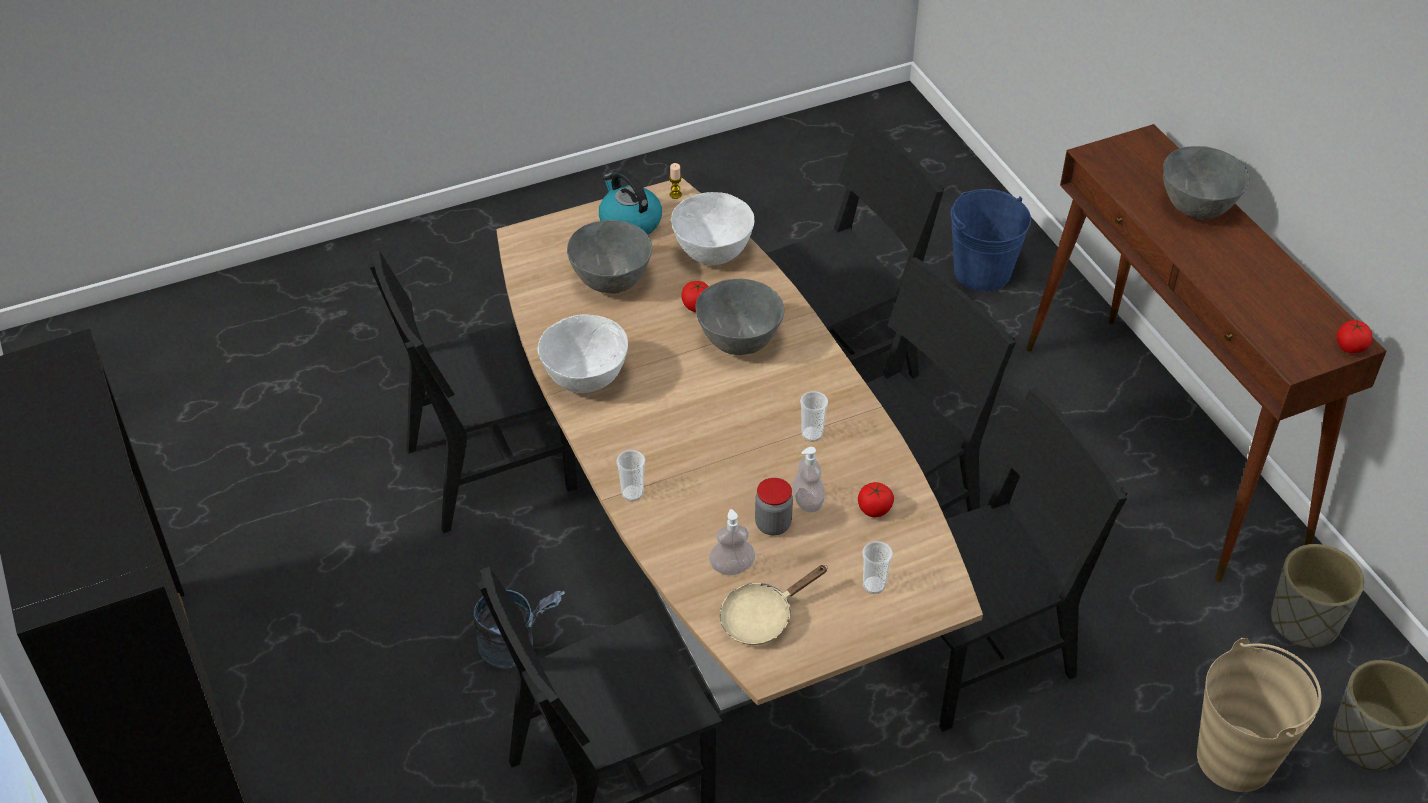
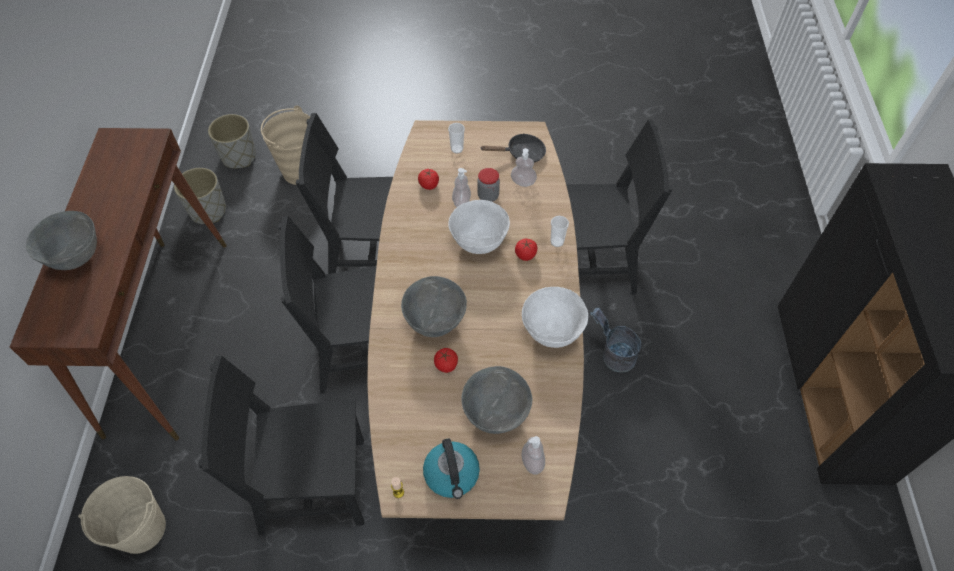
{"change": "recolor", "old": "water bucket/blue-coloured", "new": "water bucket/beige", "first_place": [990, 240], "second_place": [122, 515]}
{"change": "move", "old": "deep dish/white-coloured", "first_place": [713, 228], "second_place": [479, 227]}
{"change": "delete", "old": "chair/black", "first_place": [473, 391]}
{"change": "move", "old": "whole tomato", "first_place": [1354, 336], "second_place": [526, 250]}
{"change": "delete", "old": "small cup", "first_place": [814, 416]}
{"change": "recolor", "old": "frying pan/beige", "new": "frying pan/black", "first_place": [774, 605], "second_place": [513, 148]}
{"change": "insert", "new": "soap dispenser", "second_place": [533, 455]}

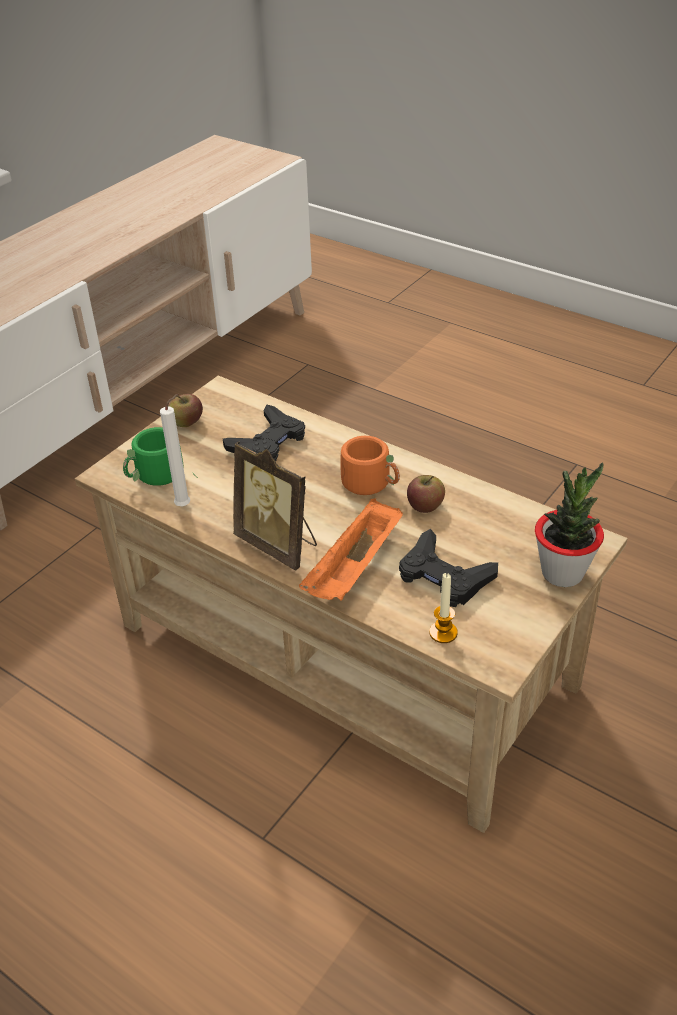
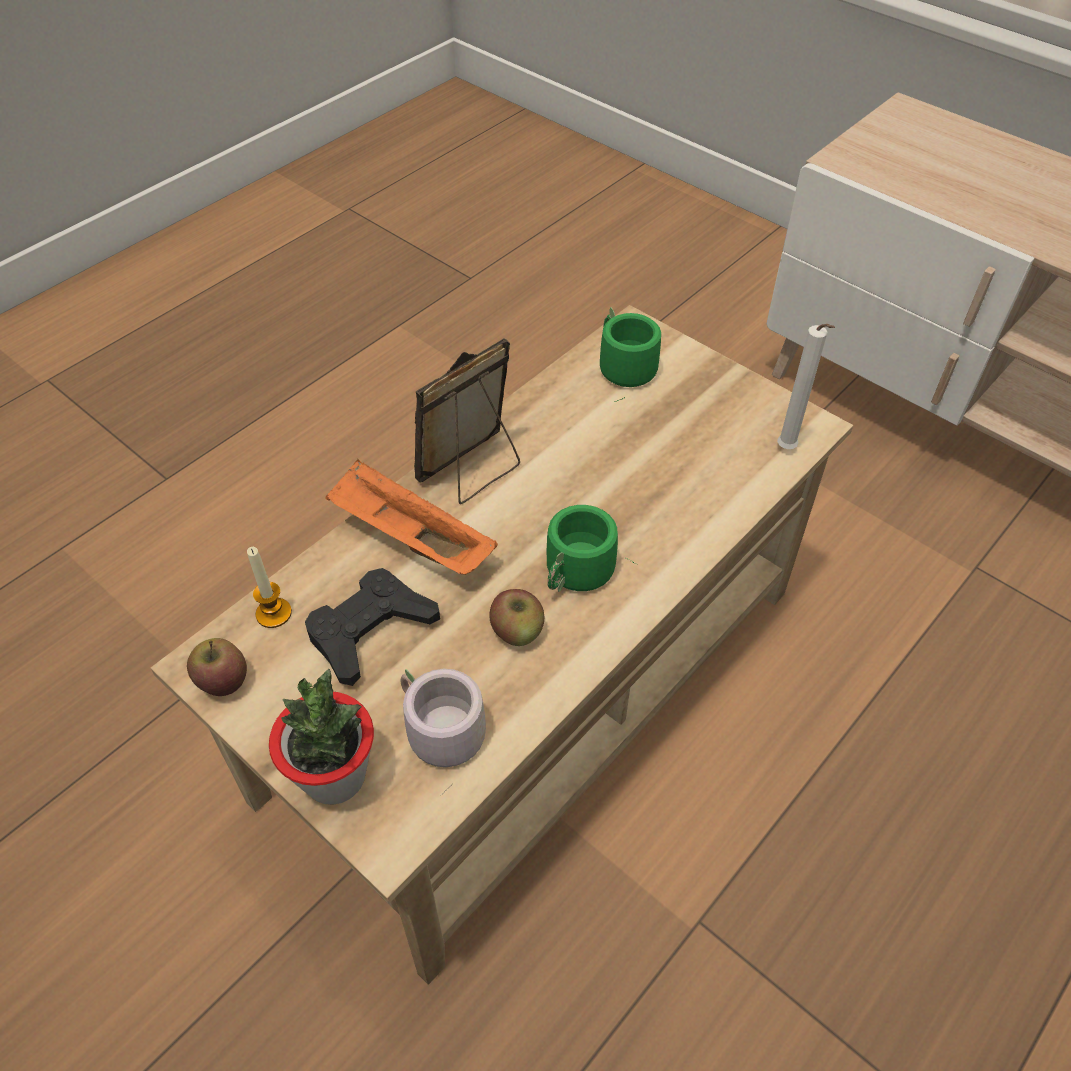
{"change": "move", "old": "wax light/white-coloured", "first_place": [175, 450], "second_place": [806, 386]}
{"change": "move", "old": "apple", "first_place": [186, 410], "second_place": [217, 667]}
{"change": "delete", "old": "game controller/black", "first_place": [264, 433]}
{"change": "recolor", "old": "mug/orangey", "new": "mug/green", "first_place": [370, 465], "second_place": [591, 548]}
{"change": "insert", "new": "mug/grey", "second_place": [443, 732]}

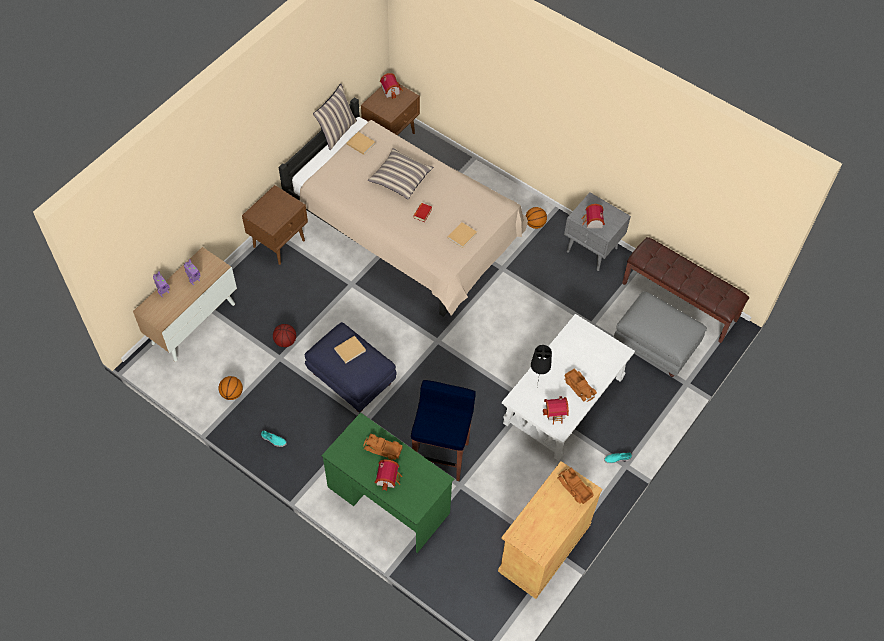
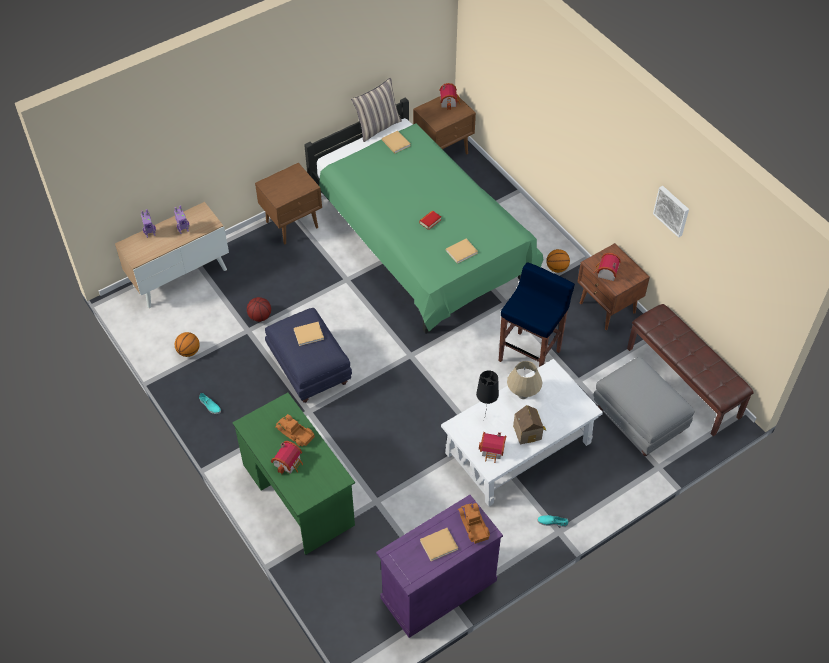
{"change": "recolor", "old": "bedroom bed/beige", "new": "bedroom bed/green", "first_place": [403, 207], "second_place": [424, 215]}
{"change": "delete", "old": "throw pillow", "first_place": [400, 174]}
{"change": "recolor", "old": "bedside table/grey", "new": "bedside table/brown", "first_place": [597, 231], "second_place": [613, 286]}
{"change": "replace", "old": "toy truck", "new": "miniature house", "first_place": [580, 385], "second_place": [529, 425]}
{"change": "move", "old": "stool seat/blue-coloured", "first_place": [443, 430], "second_place": [537, 314]}
{"change": "recolor", "old": "storage cabinet/beige", "new": "storage cabinet/purple-coloured", "first_place": [550, 530], "second_place": [439, 566]}
{"change": "insert", "new": "wall art", "second_place": [671, 212]}
{"change": "insert", "new": "lamp for a table/beige", "second_place": [525, 380]}
{"change": "insert", "new": "bound book/beige", "second_place": [439, 544]}

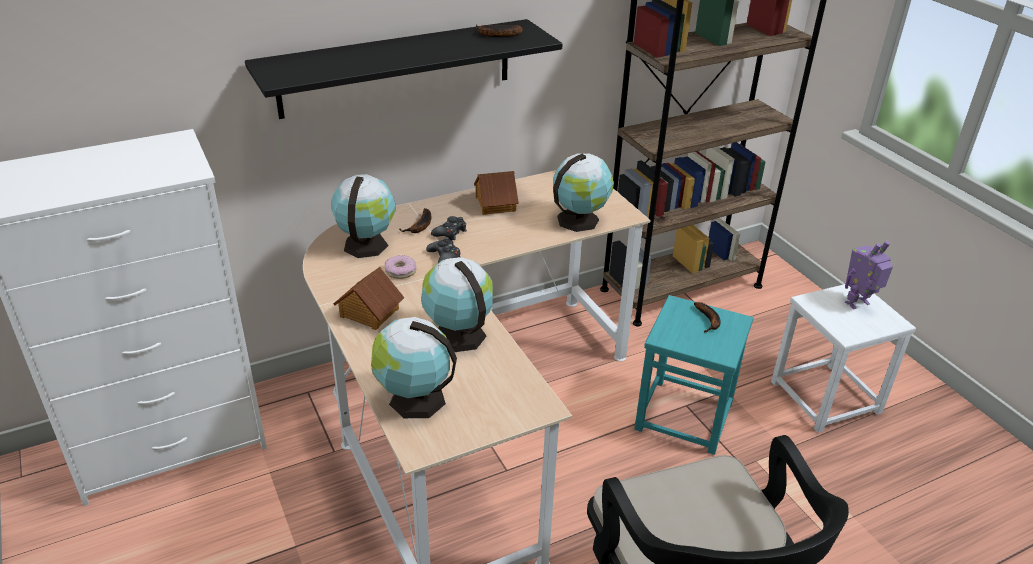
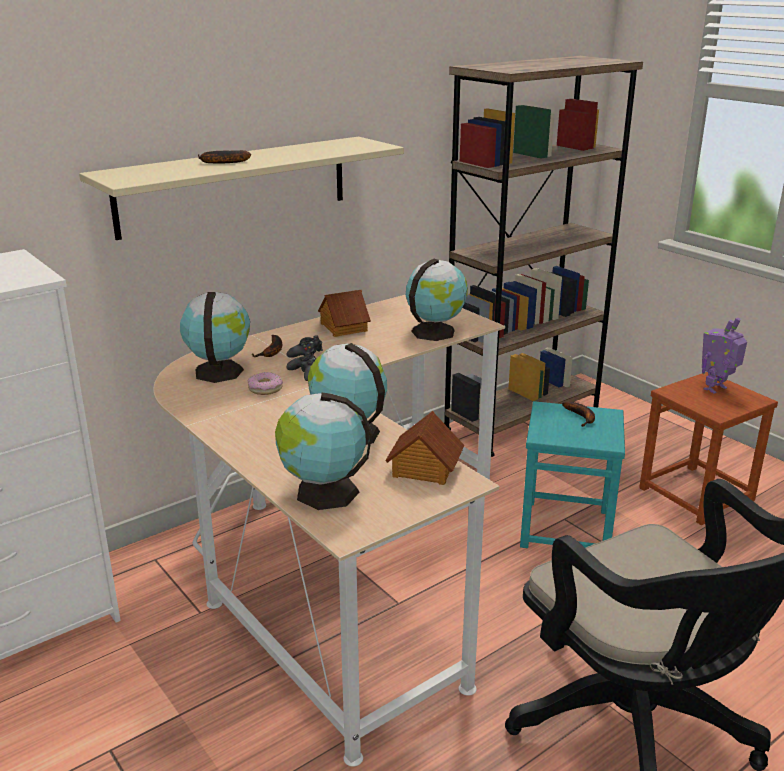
{"change": "recolor", "old": "bracket shelf/black", "new": "bracket shelf/beige", "first_place": [403, 69], "second_place": [241, 188]}
{"change": "move", "old": "whole banana", "first_place": [499, 30], "second_place": [224, 156]}
{"change": "move", "old": "miniature house", "first_place": [368, 298], "second_place": [424, 448]}
{"change": "recolor", "old": "stool seat/white-coloured", "new": "stool seat/brown", "first_place": [843, 358], "second_place": [708, 448]}

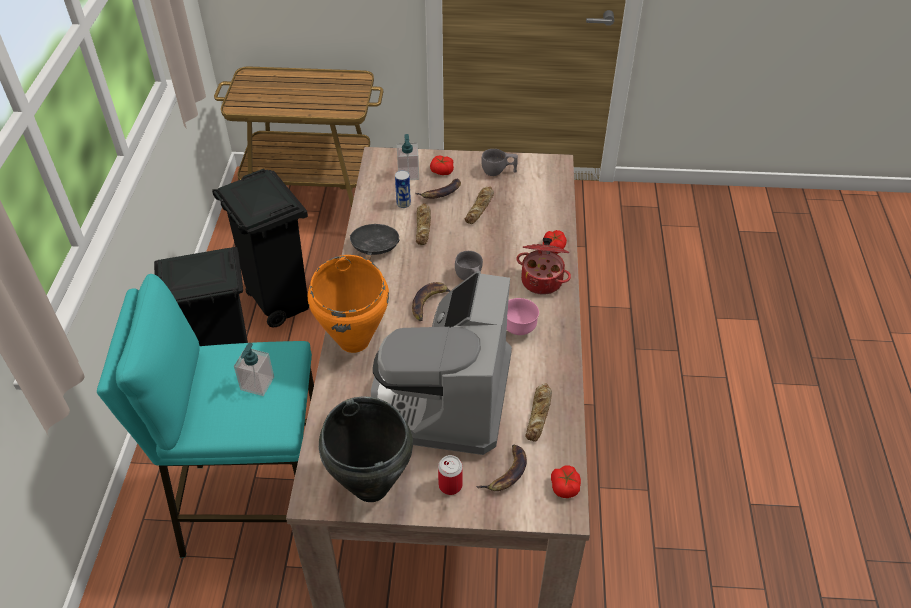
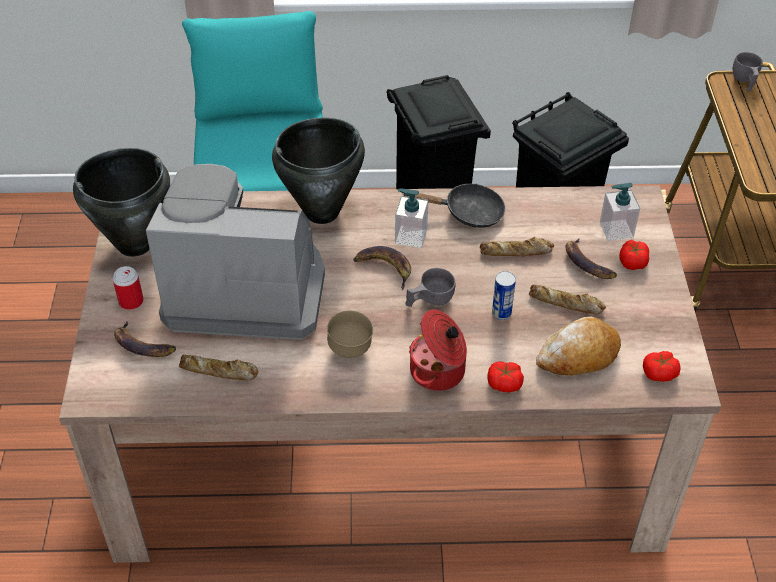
{"change": "move", "old": "small cup/grey", "first_place": [499, 162], "second_place": [748, 72]}
{"change": "move", "old": "can", "first_place": [403, 189], "second_place": [504, 295]}
{"change": "recolor", "old": "saucepot/orangey", "new": "saucepot/black", "first_place": [348, 304], "second_place": [318, 171]}
{"change": "recolor", "old": "deep dish/pink", "new": "deep dish/brown", "first_place": [523, 316], "second_place": [350, 334]}
{"change": "move", "old": "soap dispenser", "first_place": [254, 369], "second_place": [411, 218]}
{"change": "move", "old": "whole tomato", "first_place": [566, 481], "second_place": [661, 366]}
{"change": "insert", "new": "bakery bread", "second_place": [578, 346]}

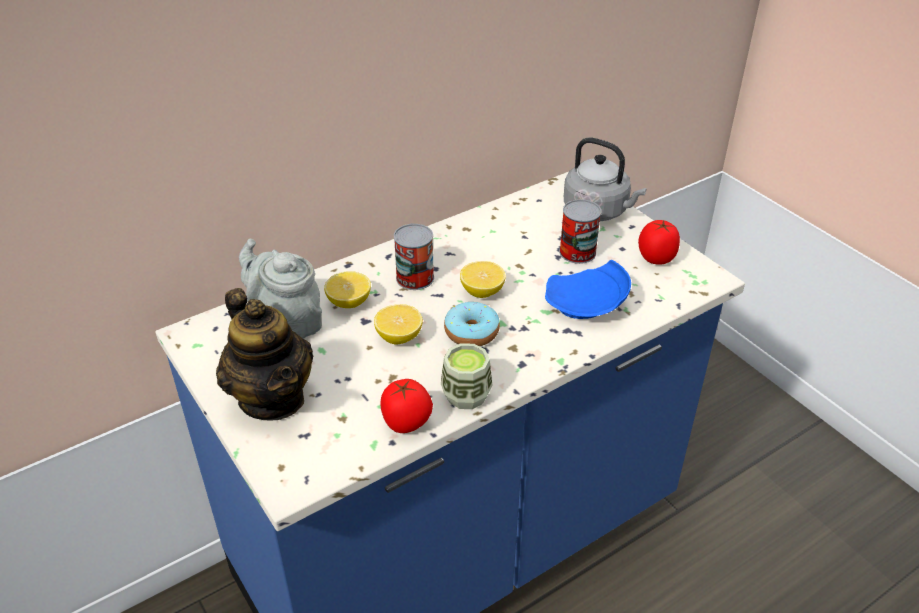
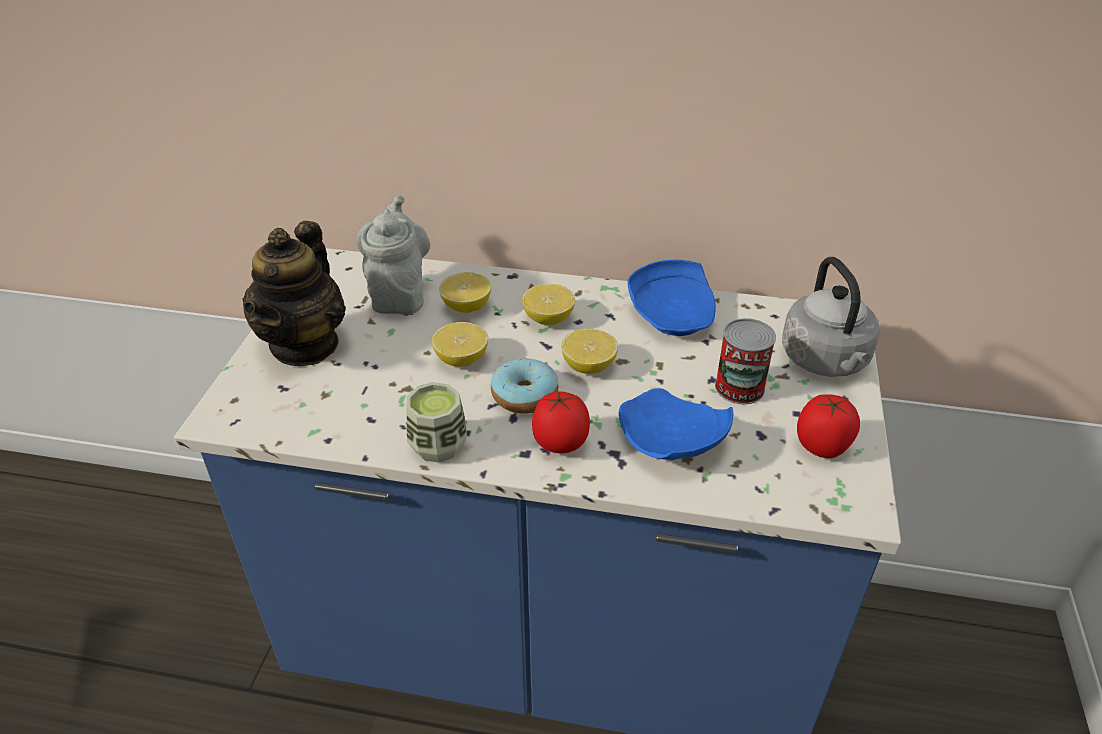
{"change": "replace", "old": "can", "new": "citrus fruit", "first_place": [414, 257], "second_place": [548, 304]}
{"change": "move", "old": "whole tomato", "first_place": [406, 406], "second_place": [561, 422]}
{"change": "insert", "new": "dinner plate/blue-coloured", "second_place": [672, 298]}

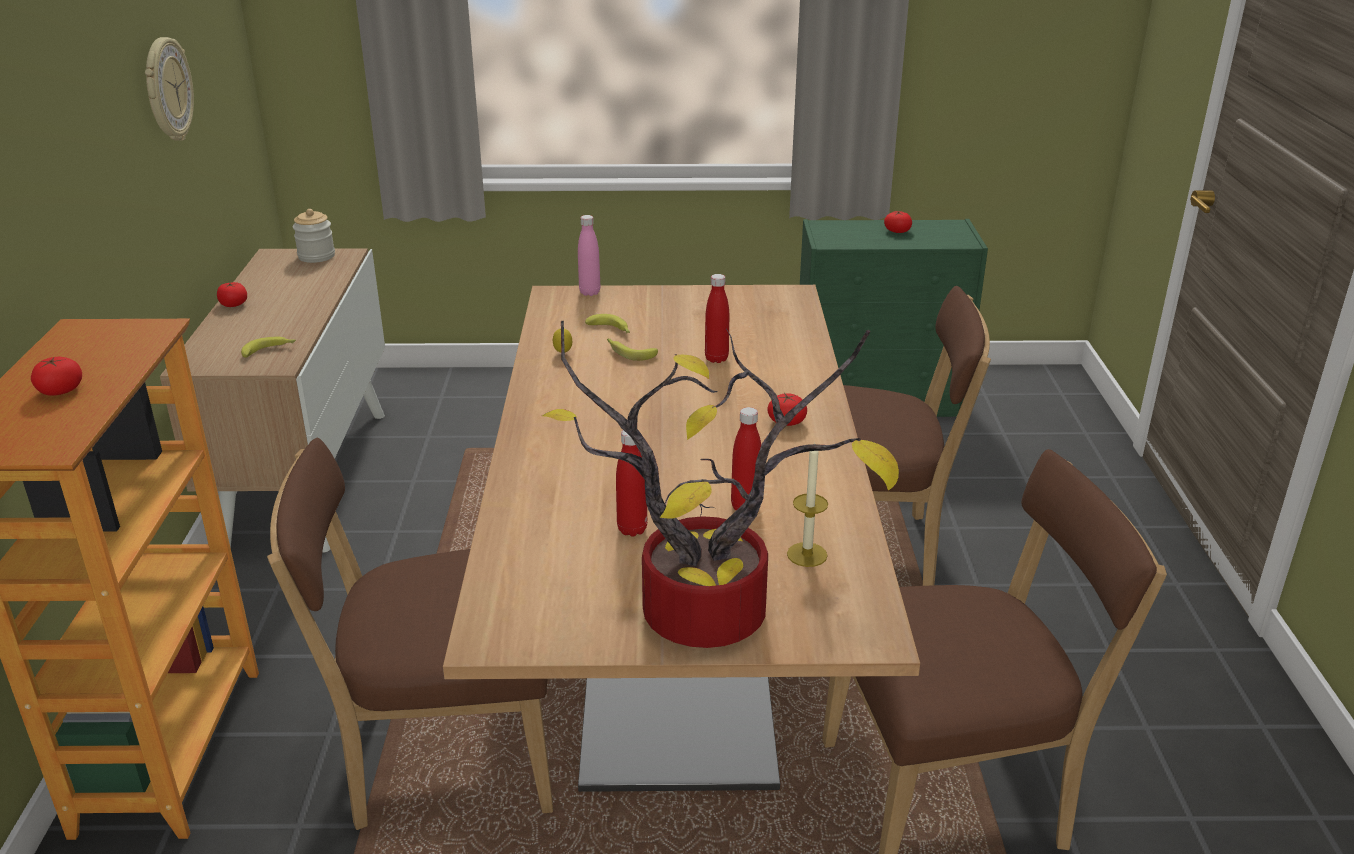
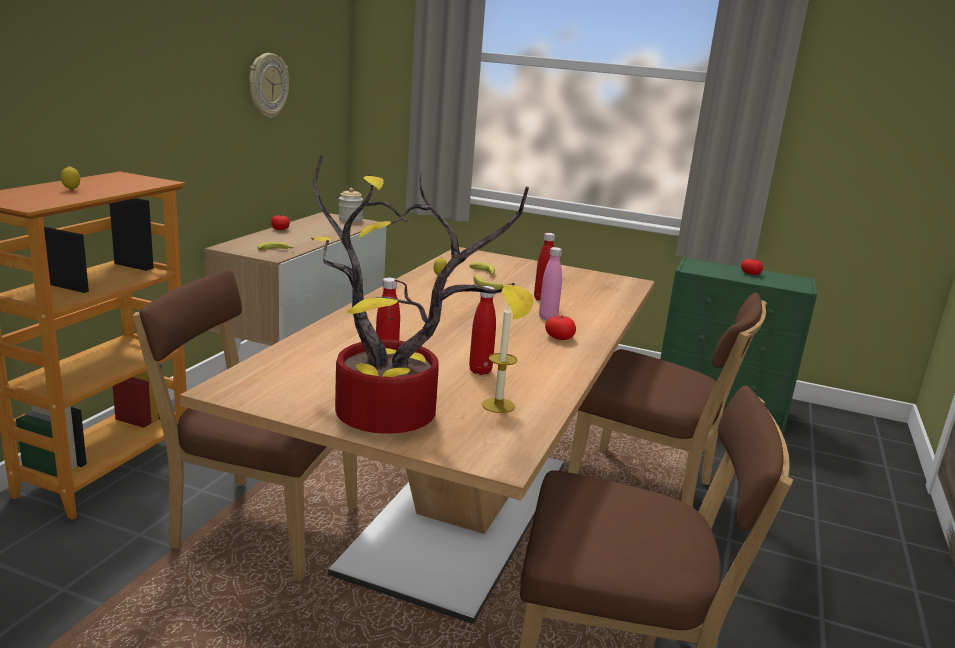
{"change": "move", "old": "beverage bottle/pink", "first_place": [589, 255], "second_place": [550, 284]}
{"change": "replace", "old": "whole tomato", "new": "citrus fruit", "first_place": [56, 376], "second_place": [70, 178]}

